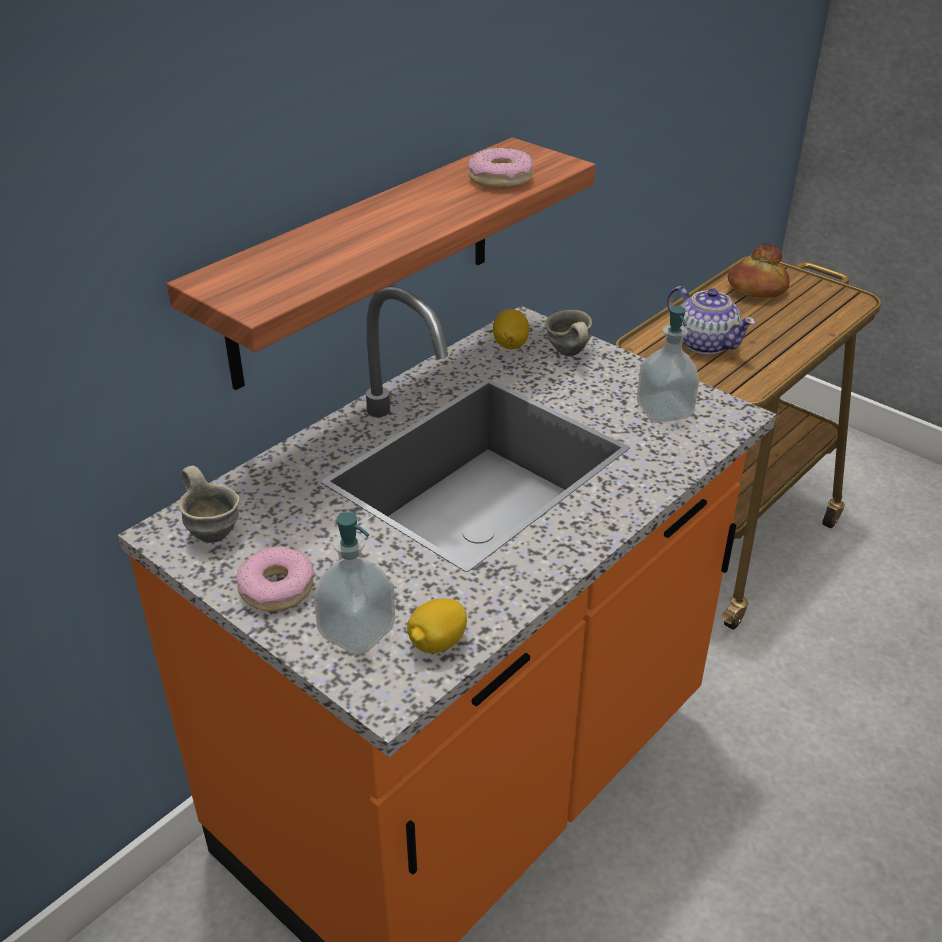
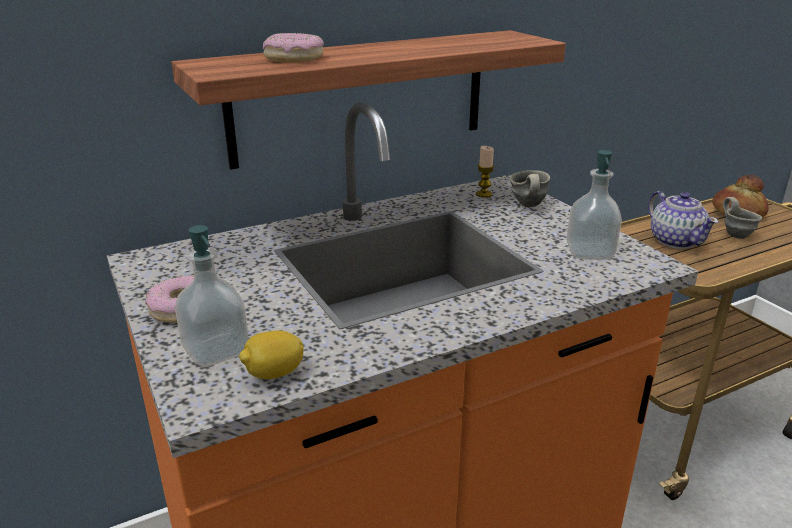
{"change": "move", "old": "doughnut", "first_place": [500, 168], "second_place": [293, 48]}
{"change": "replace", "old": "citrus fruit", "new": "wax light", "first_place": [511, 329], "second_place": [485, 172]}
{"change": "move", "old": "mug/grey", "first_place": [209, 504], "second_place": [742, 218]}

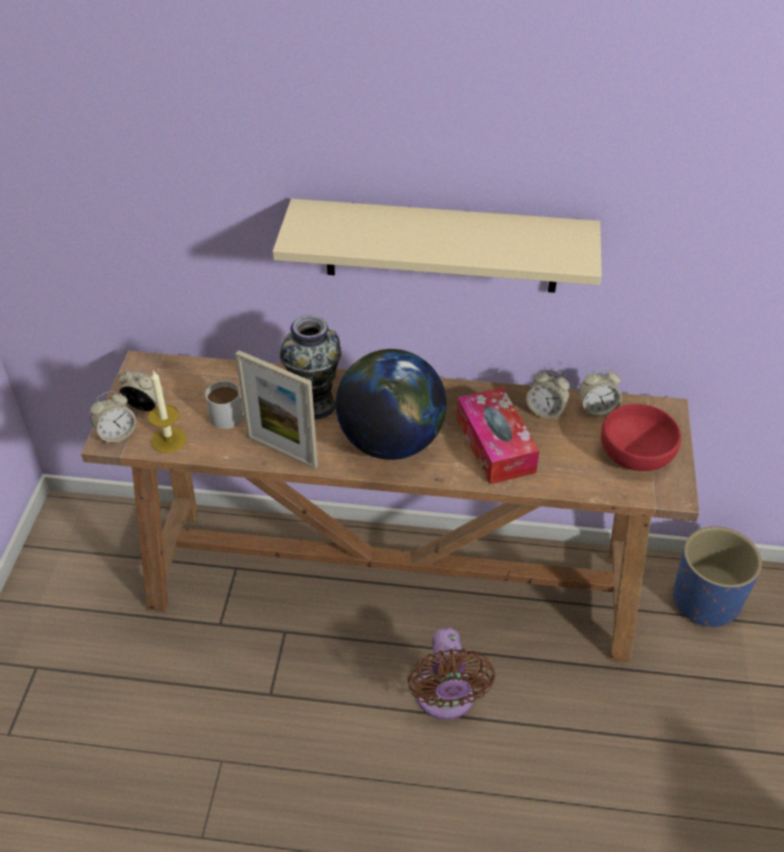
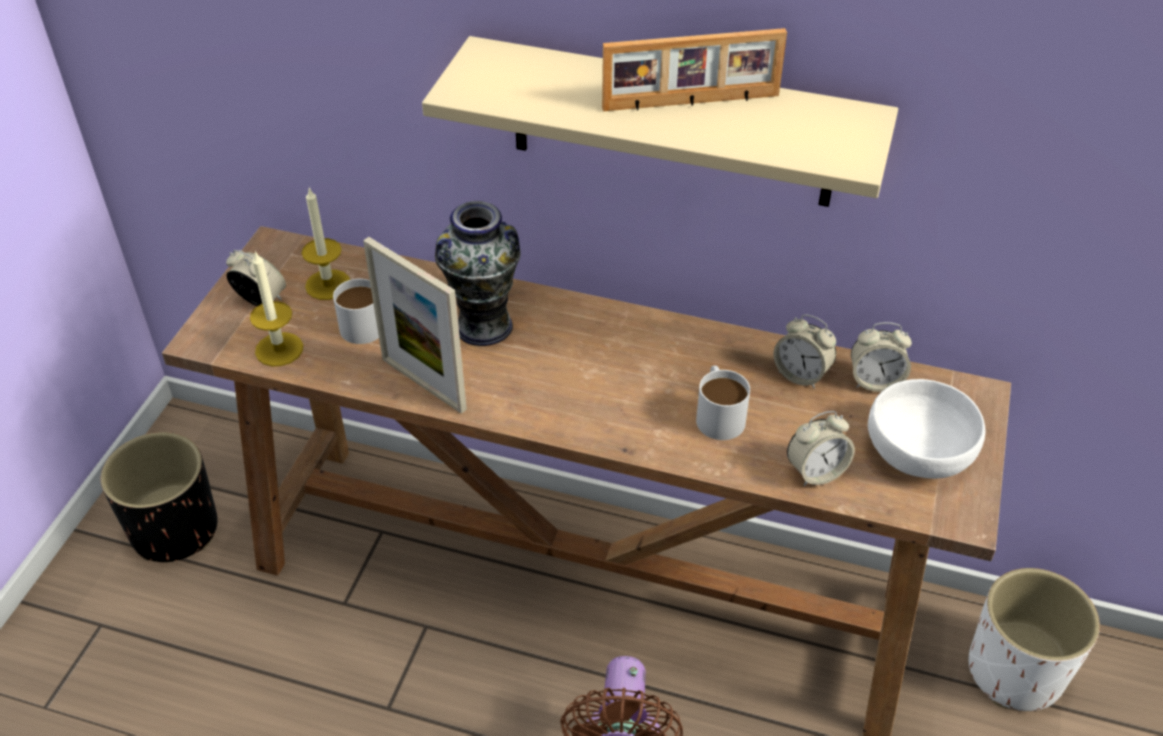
{"change": "delete", "old": "desk globe", "first_place": [391, 404]}
{"change": "replace", "old": "box of tissues", "new": "mug/white-coloured", "first_place": [498, 436], "second_place": [723, 402]}
{"change": "move", "old": "table clock", "first_place": [113, 418], "second_place": [821, 448]}
{"change": "recolor", "old": "deep dish/red-coloured", "new": "deep dish/white-coloured", "first_place": [641, 437], "second_place": [927, 429]}
{"change": "recolor", "old": "planter/blue-coloured", "new": "planter/white-coloured", "first_place": [717, 576], "second_place": [1034, 639]}
{"change": "insert", "new": "picture frame", "second_place": [694, 69]}
{"change": "insert", "new": "wax light", "second_place": [326, 243]}
{"change": "insert", "new": "planter/black", "second_place": [159, 497]}

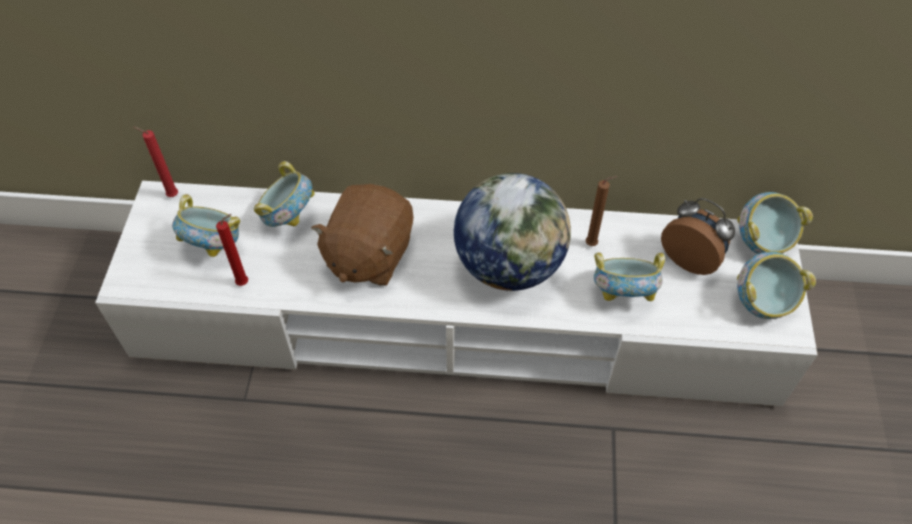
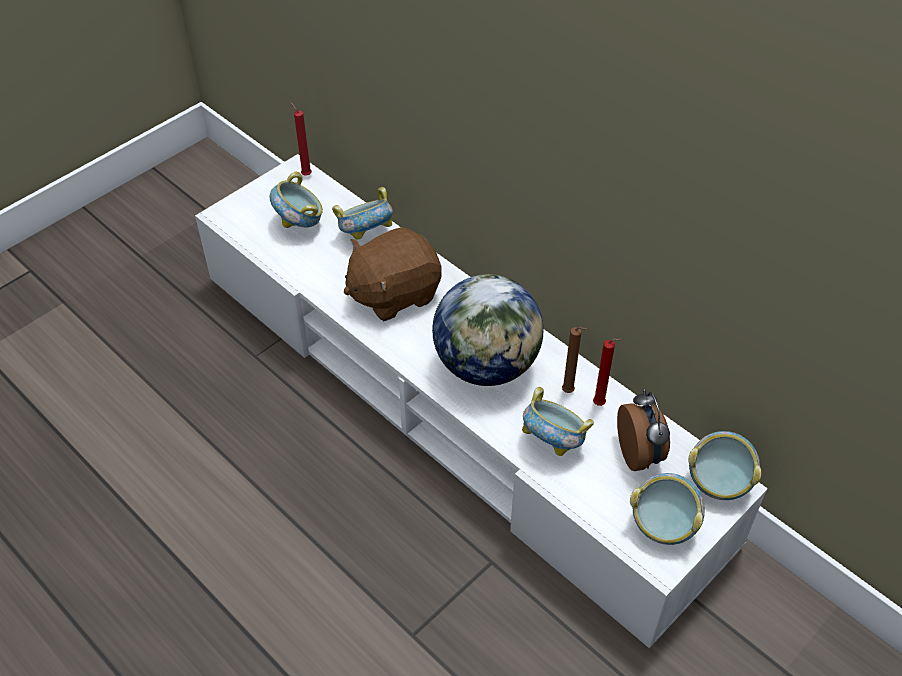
{"change": "move", "old": "wax light/red-coloured", "first_place": [232, 250], "second_place": [607, 372]}

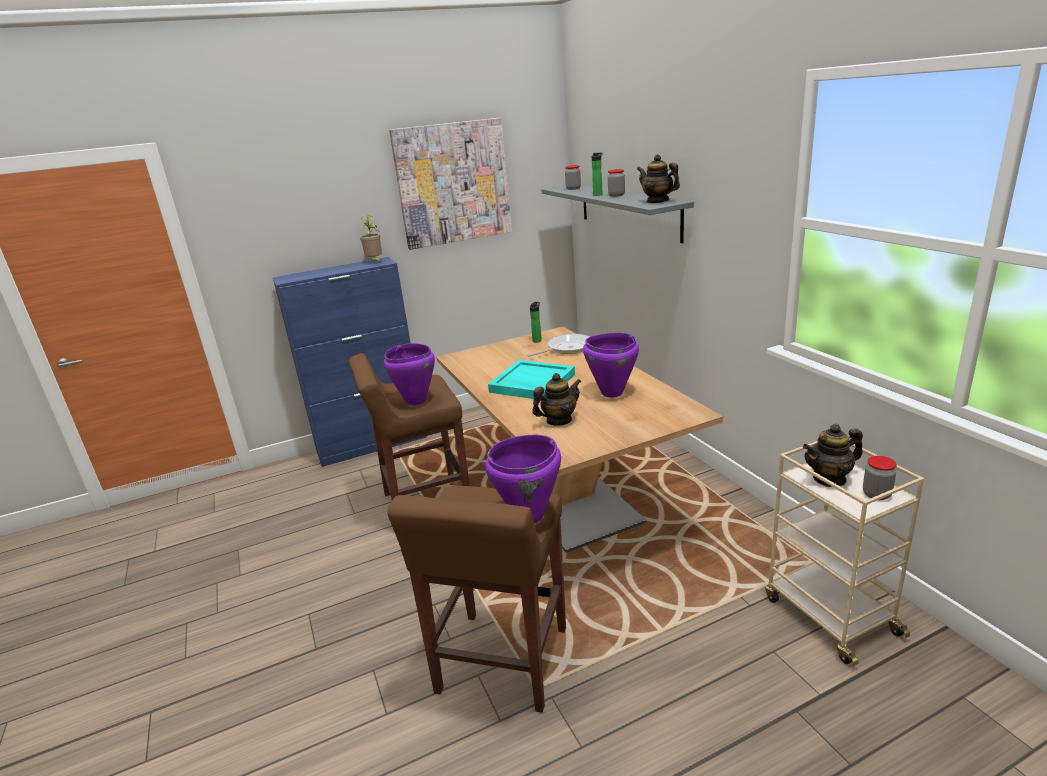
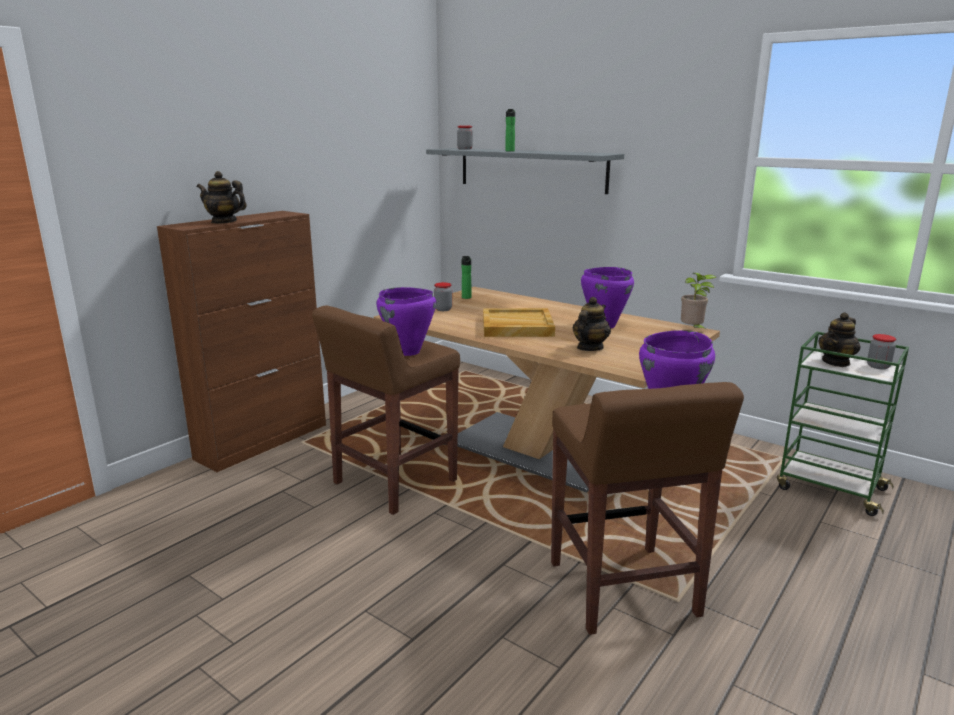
{"change": "delete", "old": "wall art", "first_place": [450, 184]}
{"change": "move", "old": "tea pot", "first_place": [658, 178], "second_place": [222, 197]}
{"change": "move", "old": "preserve jar", "first_place": [616, 183], "second_place": [443, 296]}
{"change": "move", "old": "houseplant", "first_place": [371, 238], "second_place": [699, 301]}
{"change": "recolor", "old": "storage cabinet/blue-coloured", "new": "storage cabinet/brown", "first_place": [350, 362], "second_place": [241, 341]}
{"change": "delete", "old": "frying pan", "first_place": [558, 345]}
{"change": "recolor", "old": "serving tray/turquoise-coloured", "new": "serving tray/beige", "first_place": [531, 379], "second_place": [519, 322]}
{"change": "recolor", "old": "trolley/beige", "new": "trolley/green", "first_place": [845, 553], "second_place": [843, 424]}

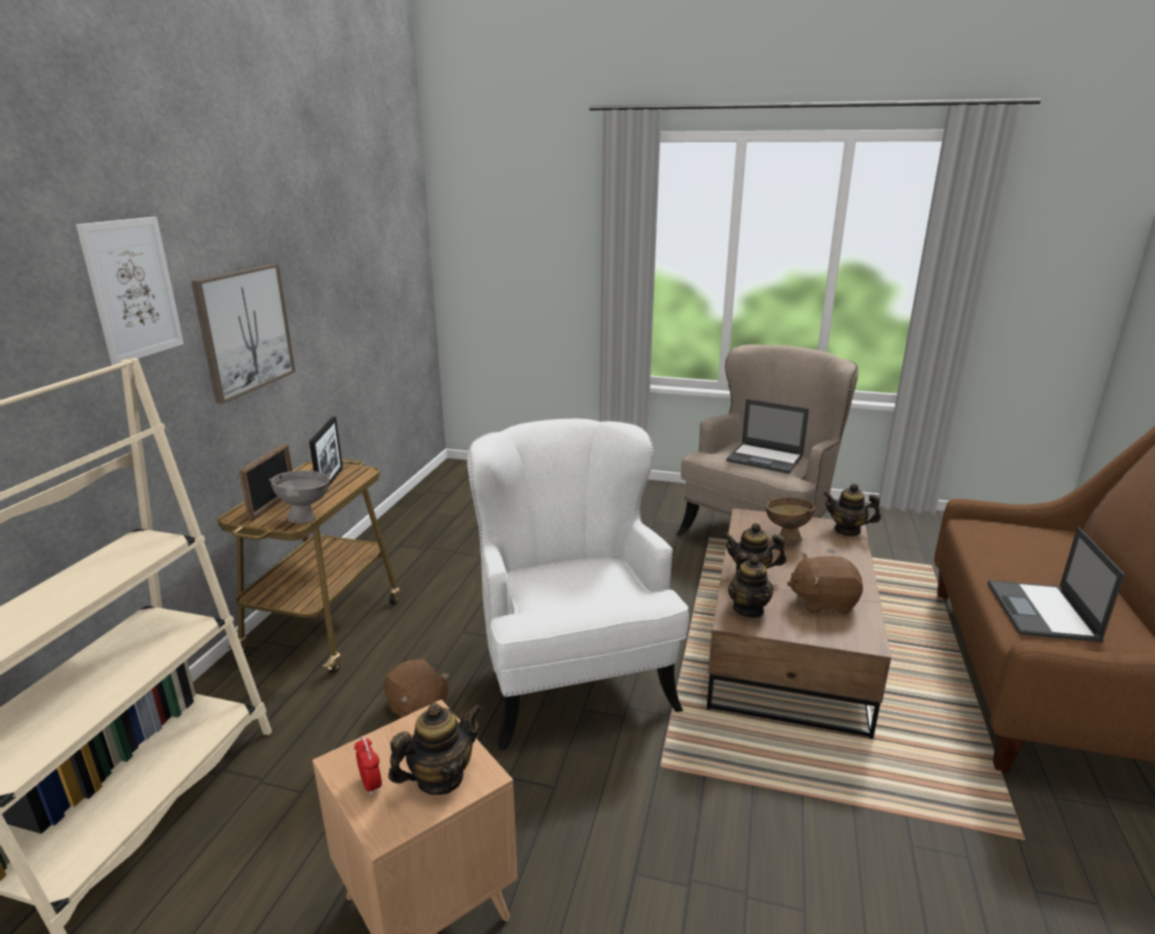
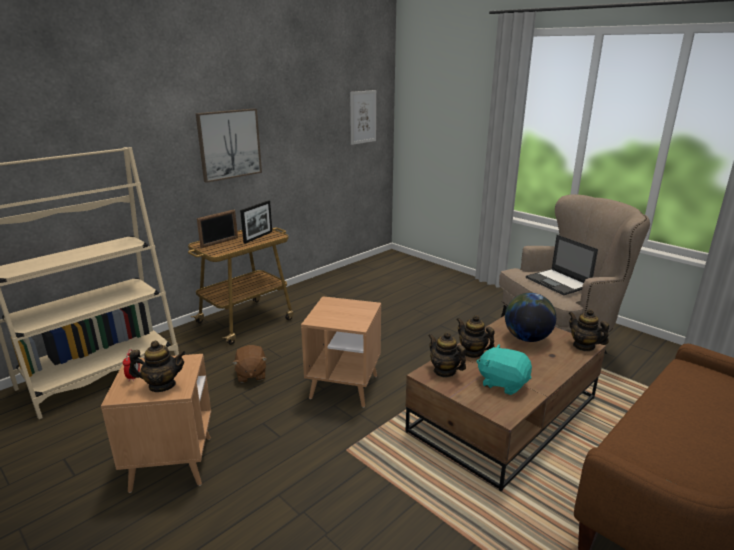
{"change": "move", "old": "wall art", "first_place": [130, 291], "second_place": [363, 117]}
{"change": "replace", "old": "easy chair/white-coloured", "new": "end table/brown", "first_place": [578, 584], "second_place": [341, 352]}
{"change": "delete", "old": "deep dish/grey", "first_place": [299, 496]}
{"change": "replace", "old": "deep dish/brown", "new": "desk globe", "first_place": [790, 520], "second_place": [530, 317]}
{"change": "delete", "old": "laptop", "first_place": [1056, 584]}
{"change": "rotate", "old": "tea pot", "first_place": [751, 585], "second_place": [447, 354], "degrees": 120}
{"change": "recolor", "old": "soft toy/brown", "new": "soft toy/turquoise-coloured", "first_place": [825, 583], "second_place": [504, 369]}

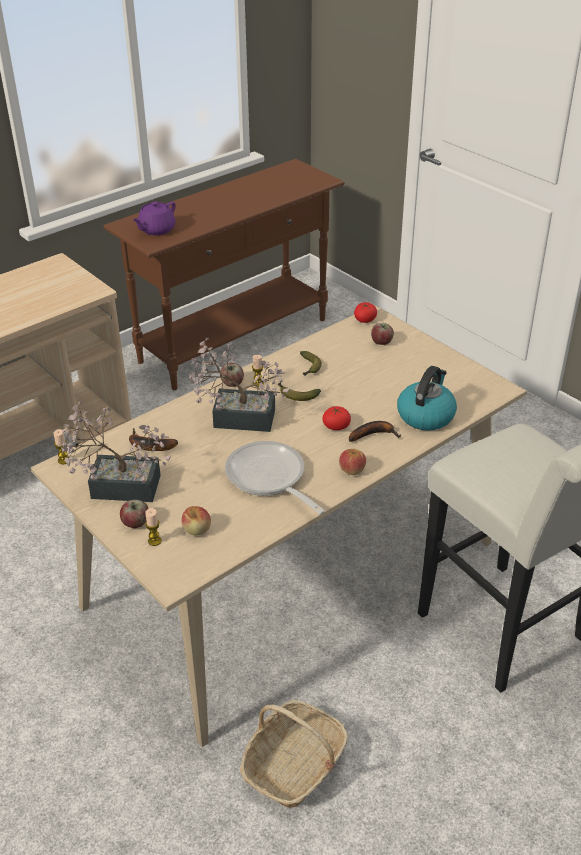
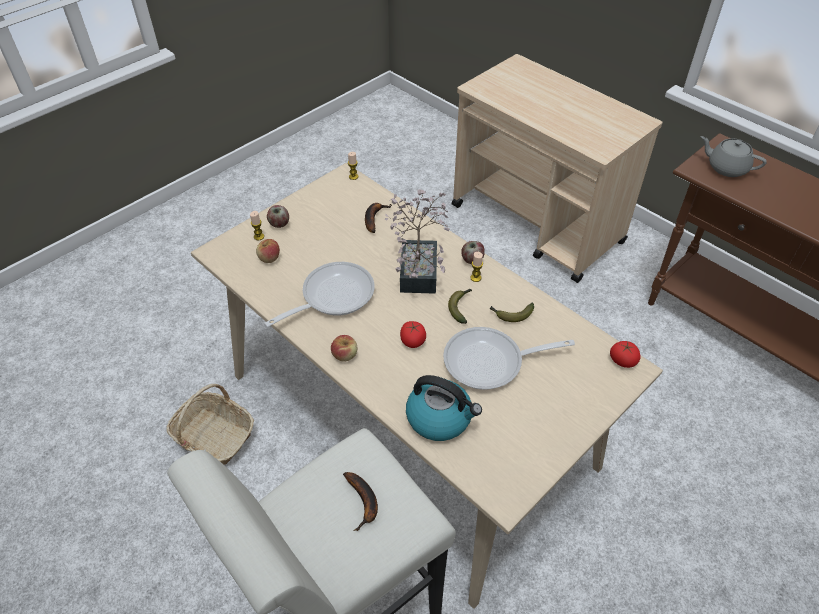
{"change": "recolor", "old": "tea pot/purple-coloured", "new": "tea pot/grey", "first_place": [154, 218], "second_place": [733, 156]}
{"change": "delete", "old": "apple", "first_place": [382, 334]}
{"change": "delete", "old": "houseplant", "first_place": [114, 451]}
{"change": "move", "old": "whole banana", "first_place": [375, 431], "second_place": [360, 501]}
{"change": "insert", "new": "frying pan", "second_place": [509, 358]}

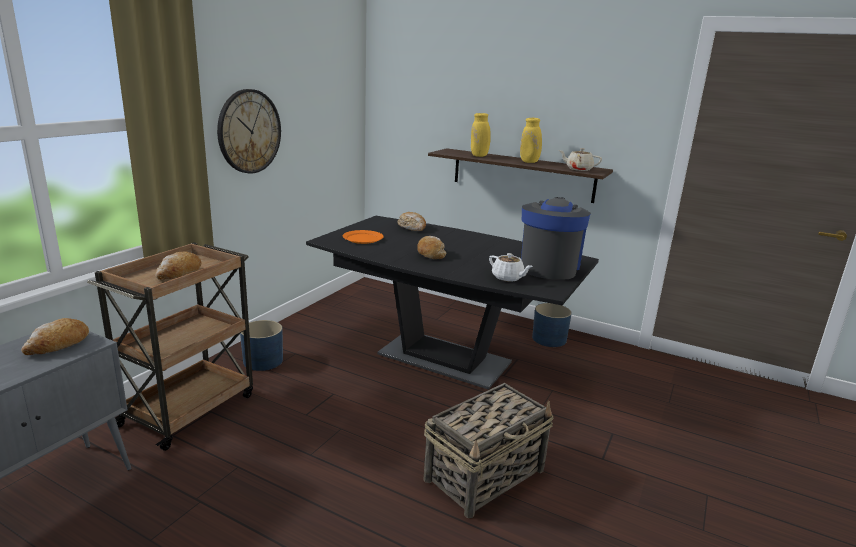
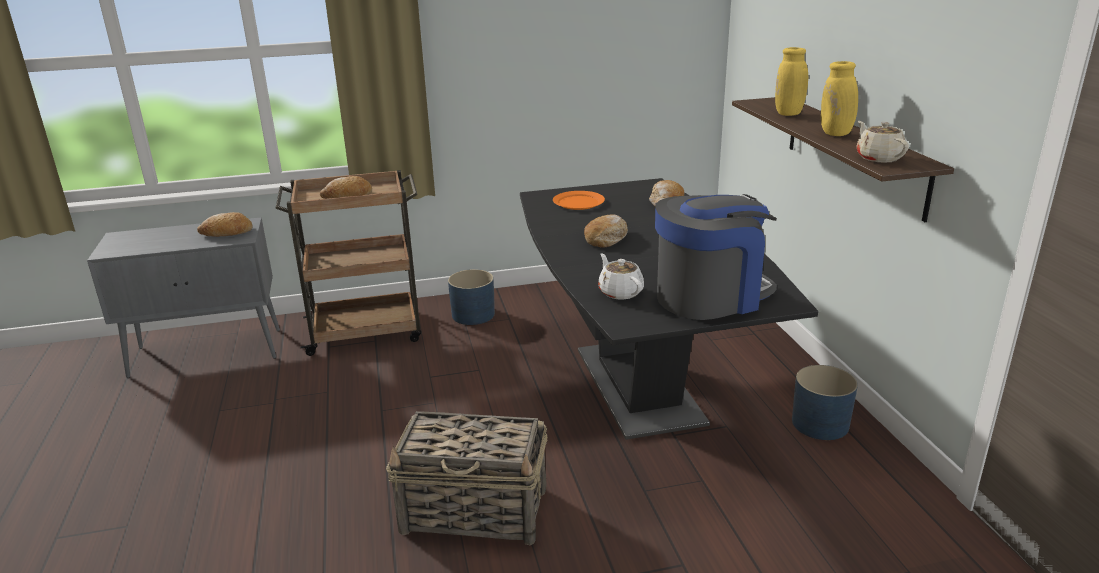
{"change": "delete", "old": "hanging clock", "first_place": [249, 131]}
{"change": "rotate", "old": "tea pot/white-coloured", "first_place": [511, 267], "second_place": [621, 276], "degrees": 150}

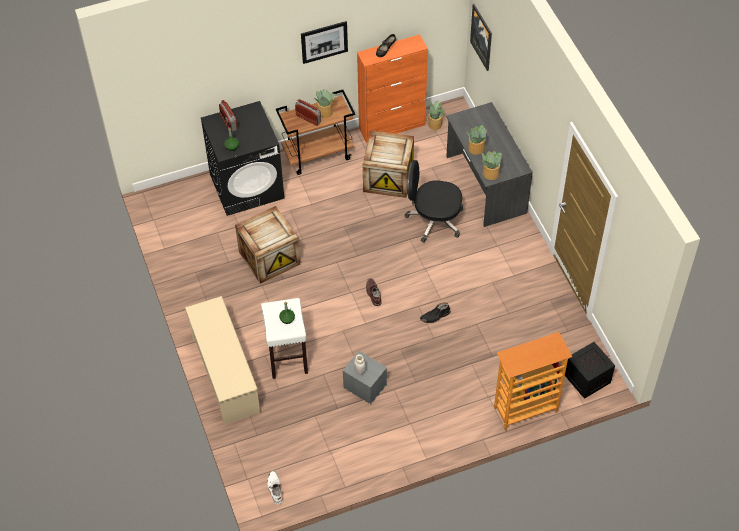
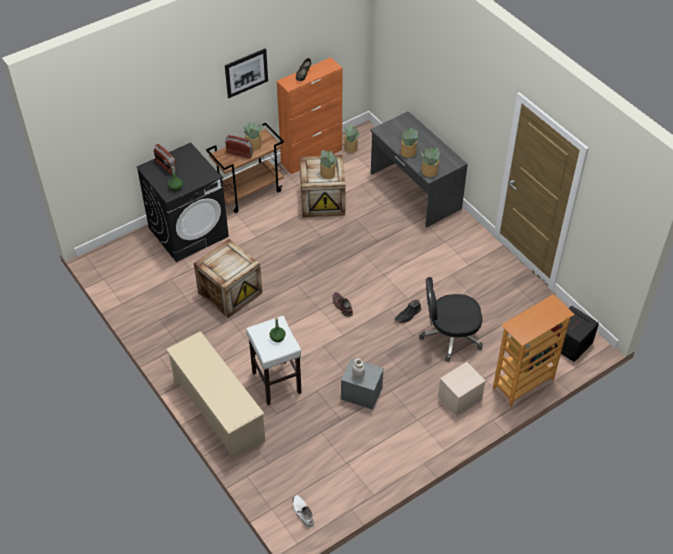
{"change": "delete", "old": "wall art", "first_place": [481, 37]}
{"change": "move", "old": "desk chair/black", "first_place": [433, 201], "second_place": [451, 319]}
{"change": "insert", "new": "houseplant", "second_place": [327, 164]}
{"change": "insert", "new": "storage box/beige", "second_place": [462, 389]}

